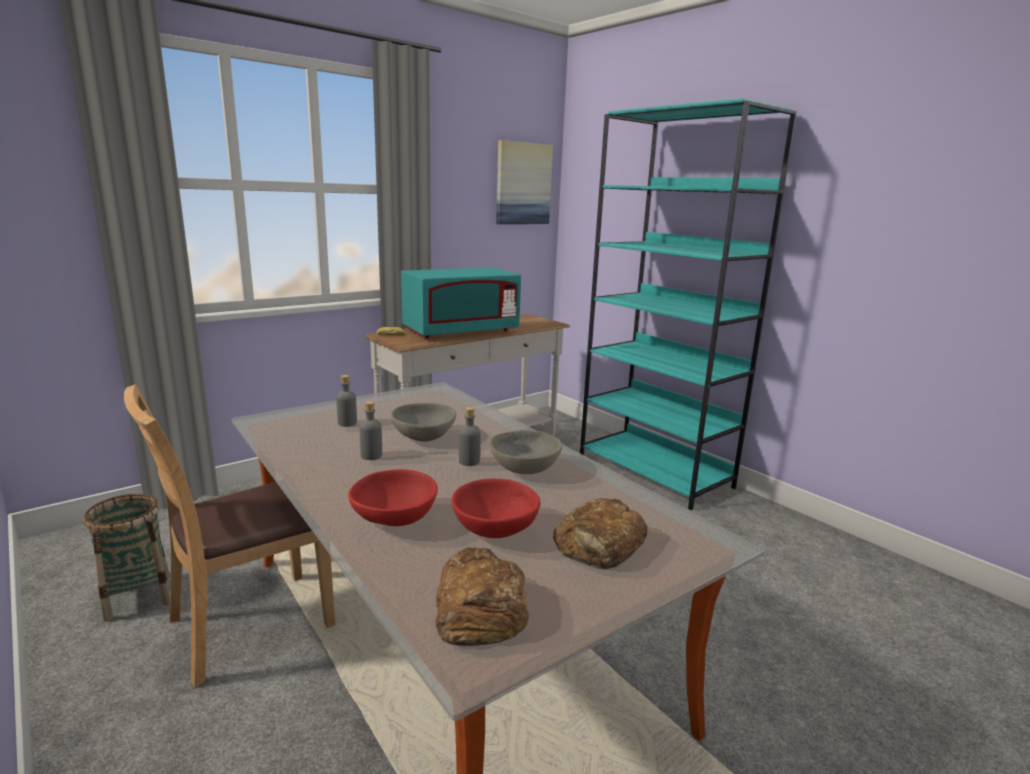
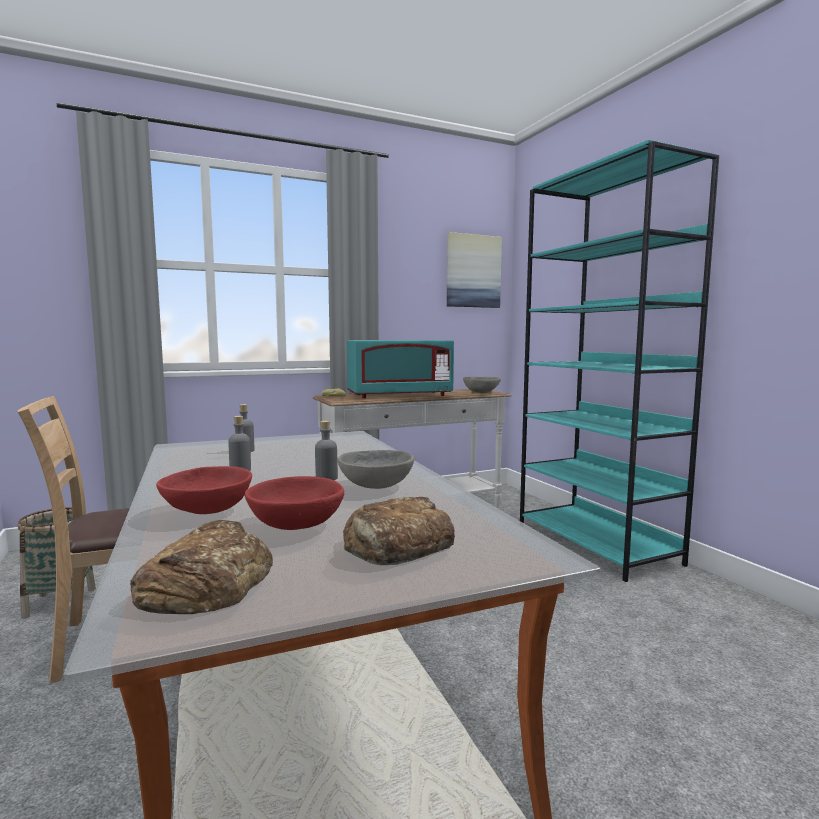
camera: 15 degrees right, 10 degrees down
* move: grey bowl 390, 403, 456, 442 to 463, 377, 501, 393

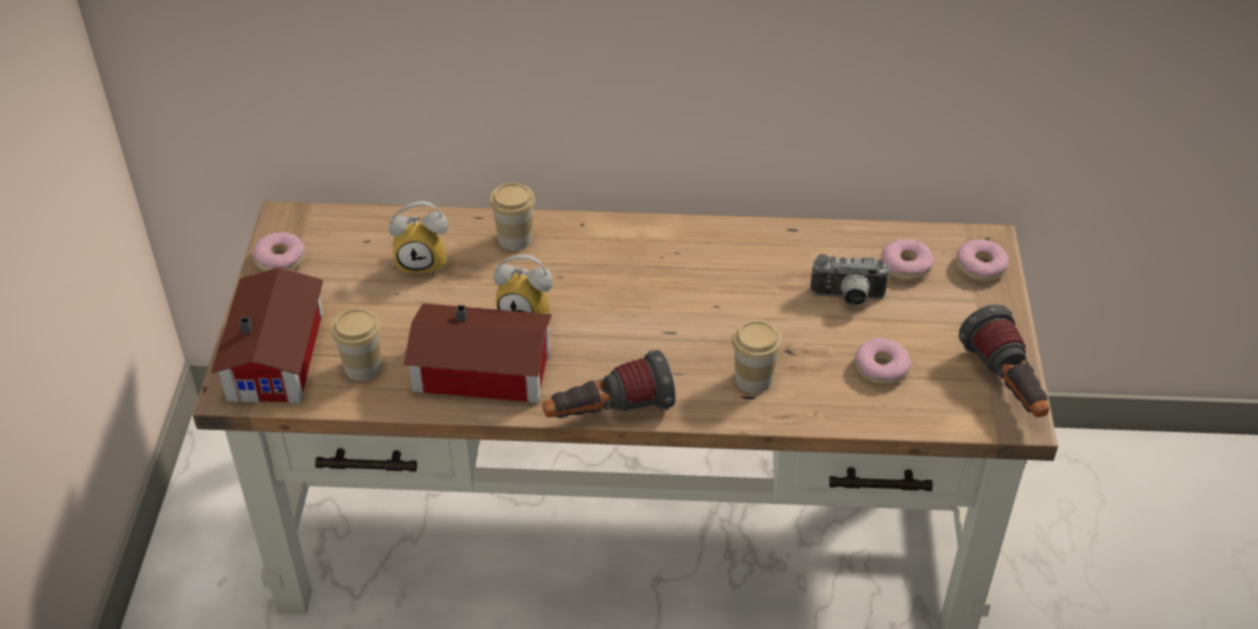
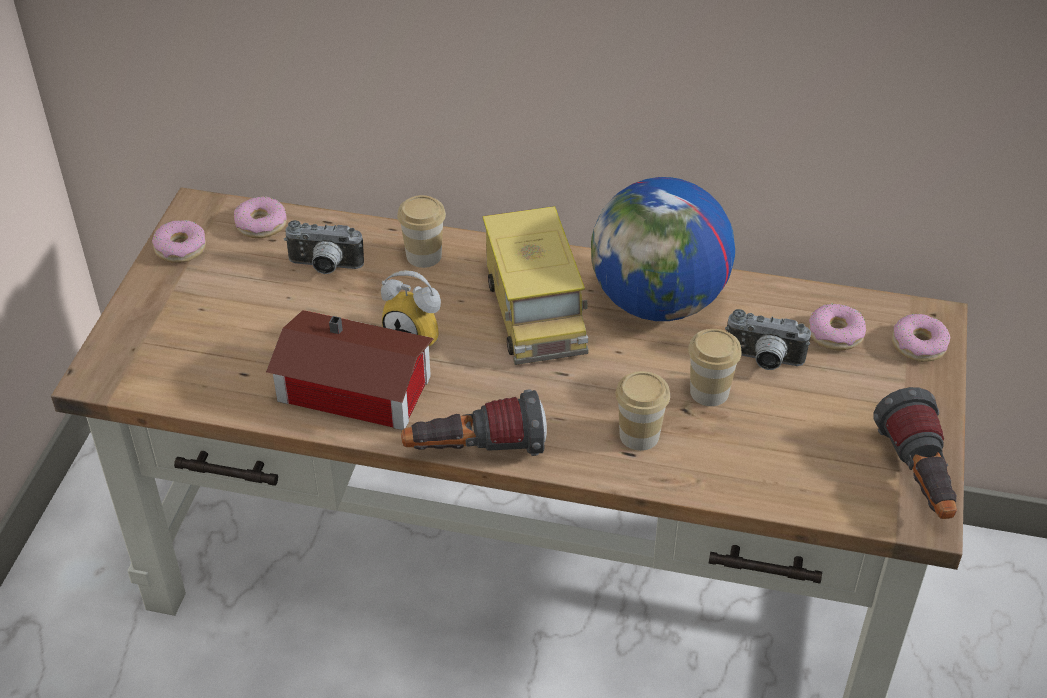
camera: 10 degrees right, 0 degrees up
* delete: toy house 211, 267, 323, 403
* insert: toy truck 482, 206, 588, 365
* insert: globe 591, 177, 735, 321
* move: cup 331, 308, 381, 381 to 688, 329, 742, 406
* move: donut 855, 338, 911, 385 to 234, 196, 287, 238
* replace: alarm clock 389, 201, 448, 275 to photo camera 284, 220, 364, 274

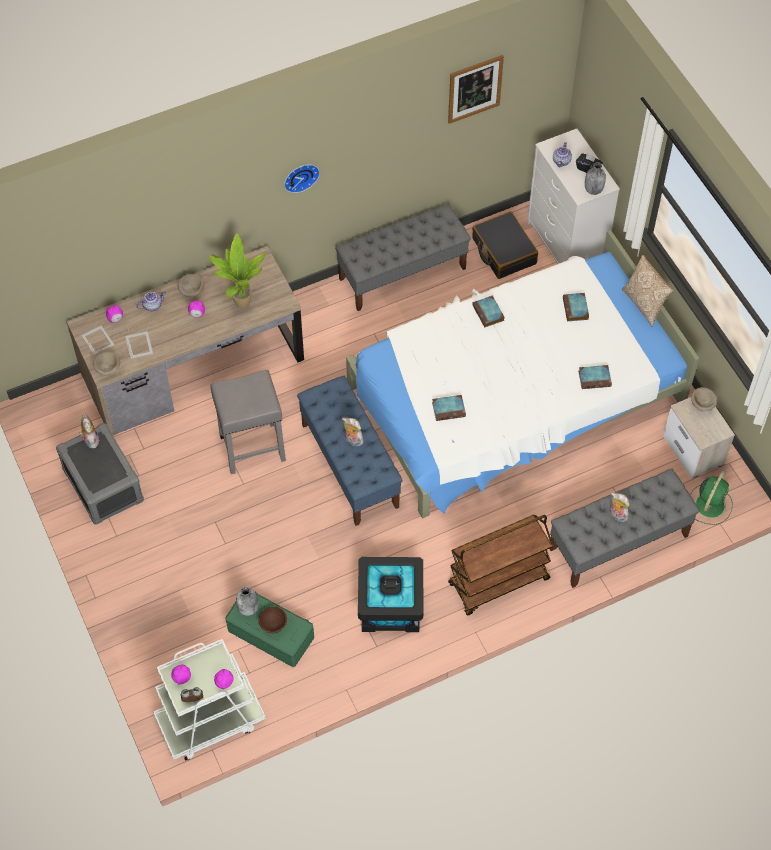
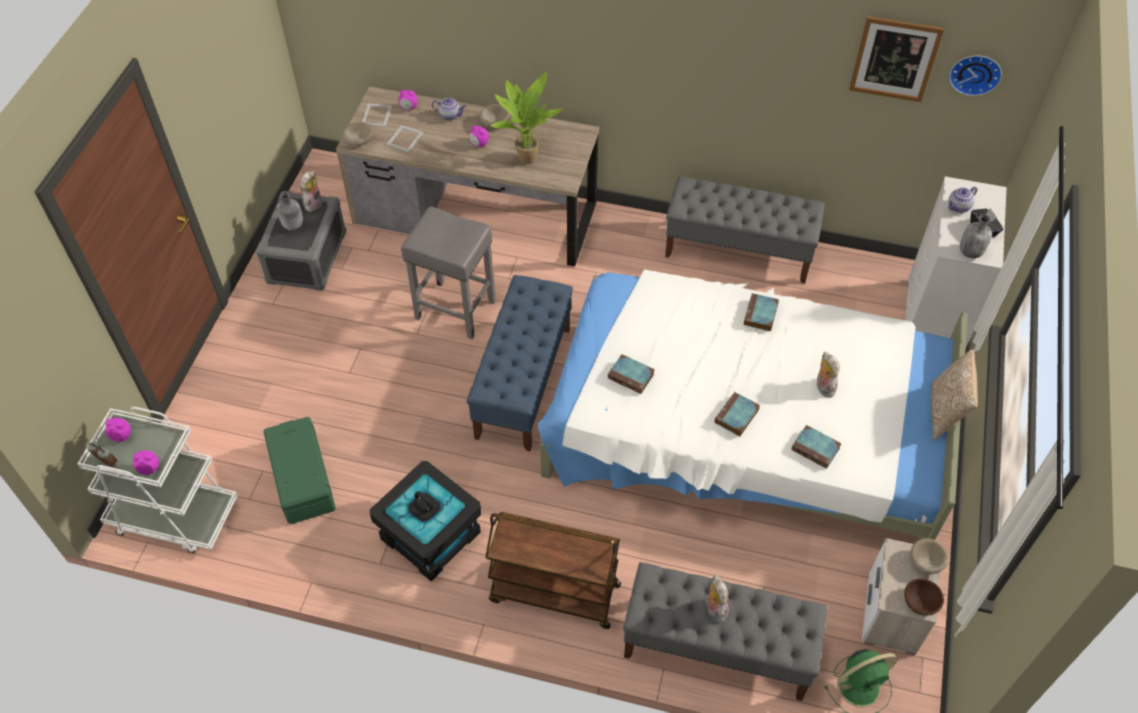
camera: 40 degrees right, 5 degrees down
* delete: black suitcase 472, 211, 538, 279
* move: grey bottle 236, 587, 258, 616 to 277, 192, 303, 230
* move: brown bowl 258, 607, 287, 633 to 904, 579, 944, 615
* move: wall clock 284, 164, 320, 193 to 949, 56, 1002, 96
* move: plush toy 342, 417, 364, 446 to 816, 352, 839, 397
* move: book 563, 293, 589, 321 to 715, 392, 760, 436

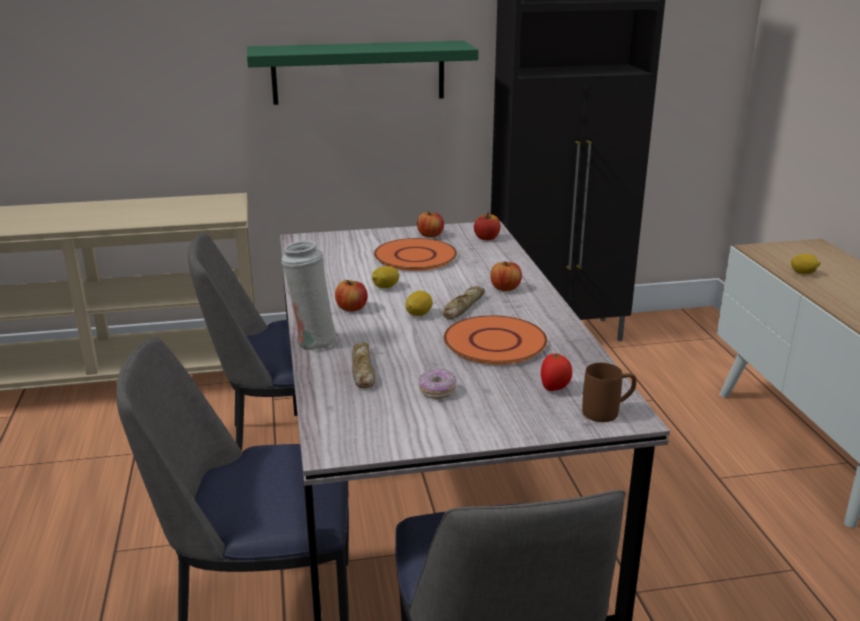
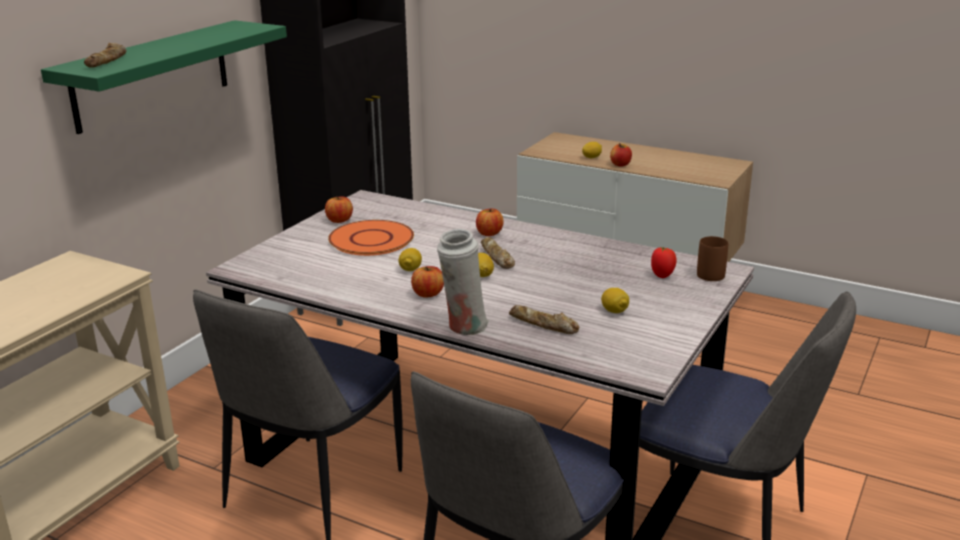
camera: 50 degrees left, 0 degrees up
* delete: orange plate 444, 315, 547, 365
* insert: bread 84, 43, 126, 68
* move: apple 474, 212, 500, 240 to 610, 143, 632, 167
* replace: donut 419, 369, 457, 399 to lemon 601, 288, 629, 313

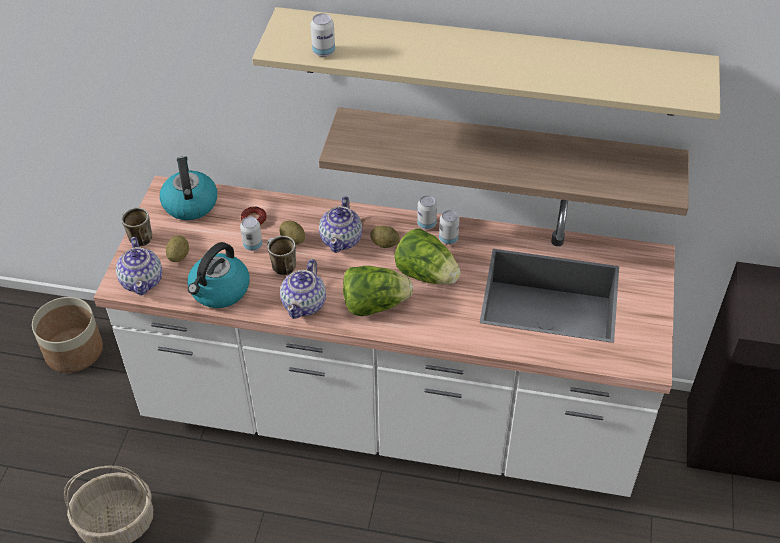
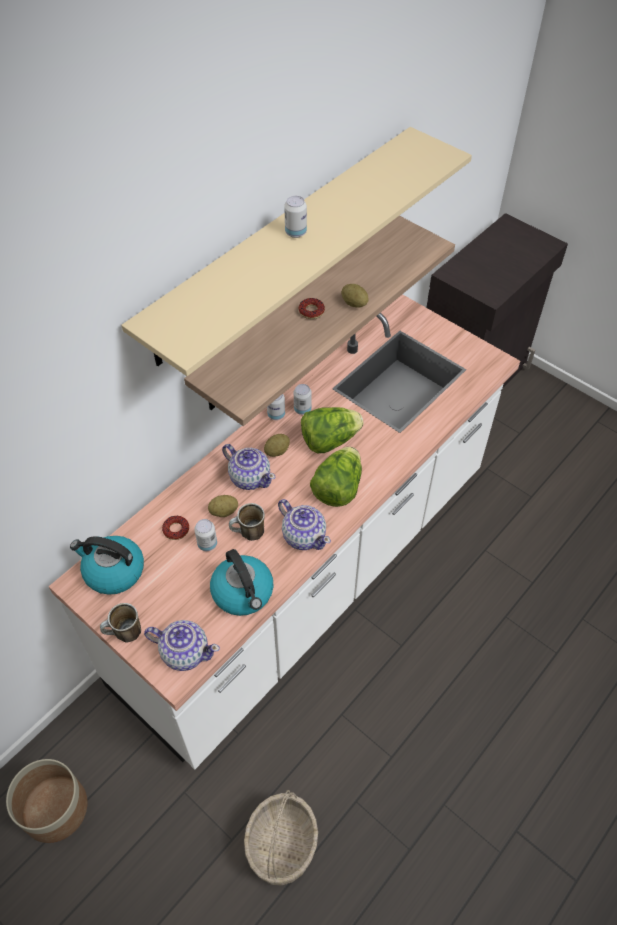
camera: 60 degrees left, 5 degrees up
* insert: donut 298, 298, 325, 319
* move: potato 166, 235, 189, 262 to 341, 284, 369, 308
* move: can 311, 13, 335, 57 to 284, 196, 307, 238

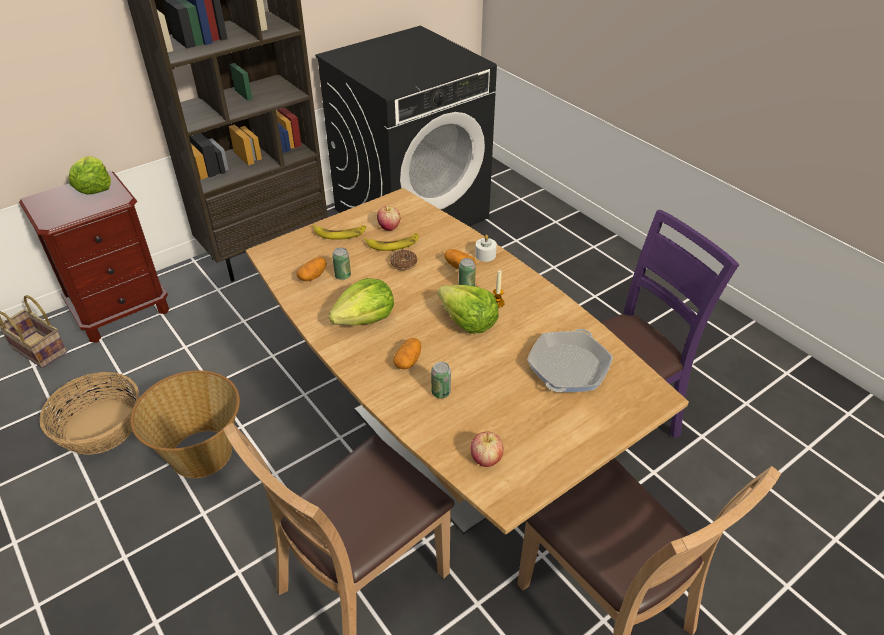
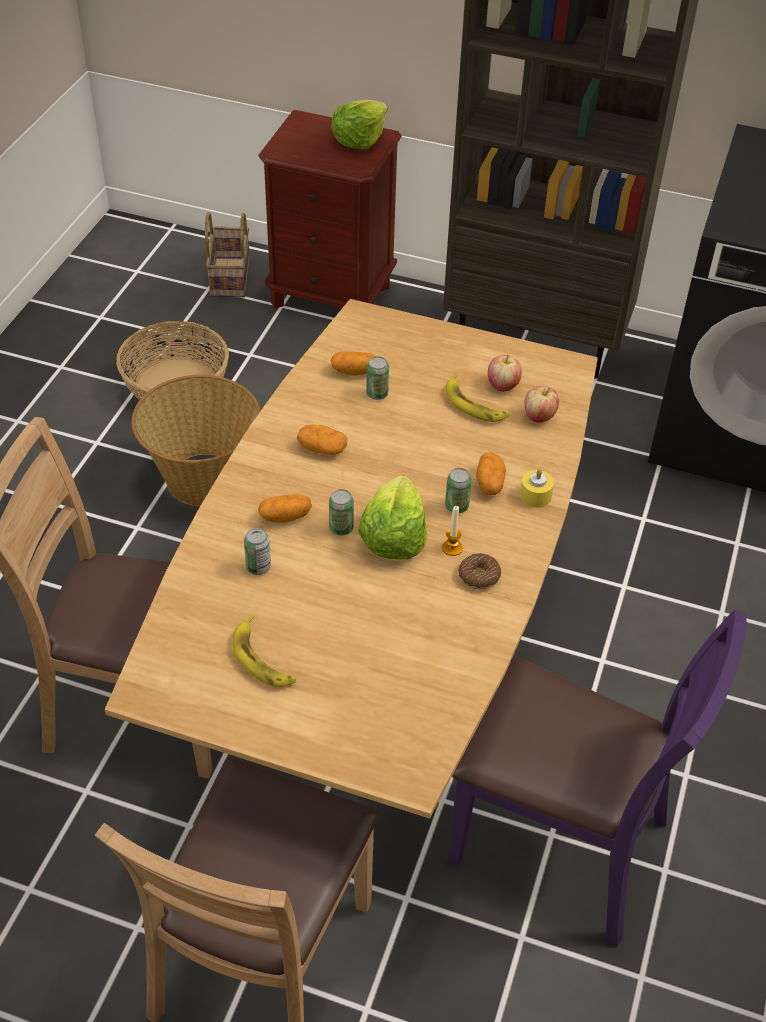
camera: 55 degrees right, 5 degrees up
* delete: frying pan 527, 329, 613, 392
* insert: can 329, 489, 354, 535
* move: banana 313, 224, 366, 240 to 233, 615, 296, 687
* move: donut 390, 250, 417, 270 to 458, 553, 501, 589
* move: apple 470, 432, 504, 467 to 524, 386, 559, 423
* replace: lettuce 328, 278, 394, 326 to potato 297, 424, 348, 455
* recolor: white candle 475, 234, 497, 262 to yellow candle 520, 469, 554, 508

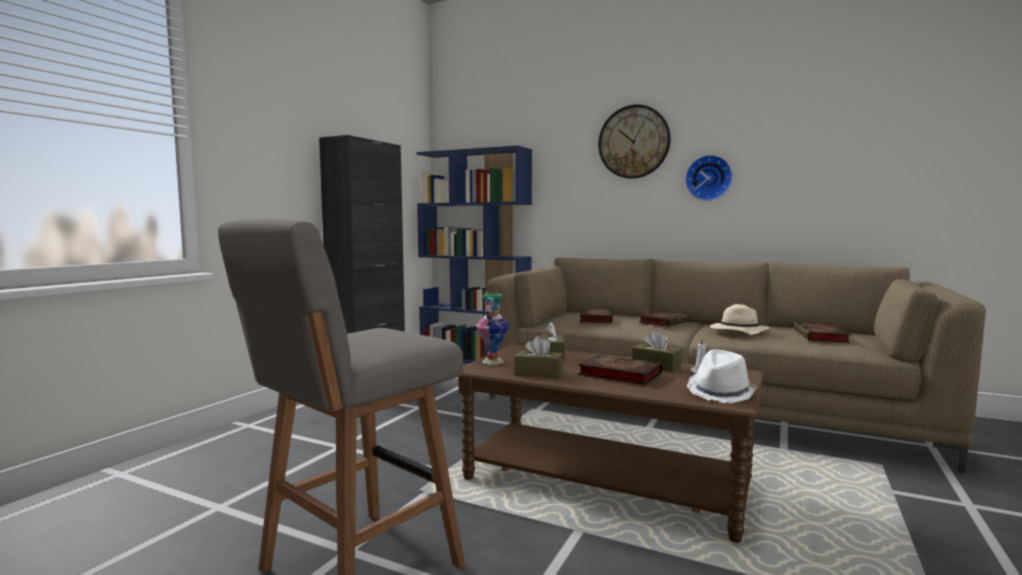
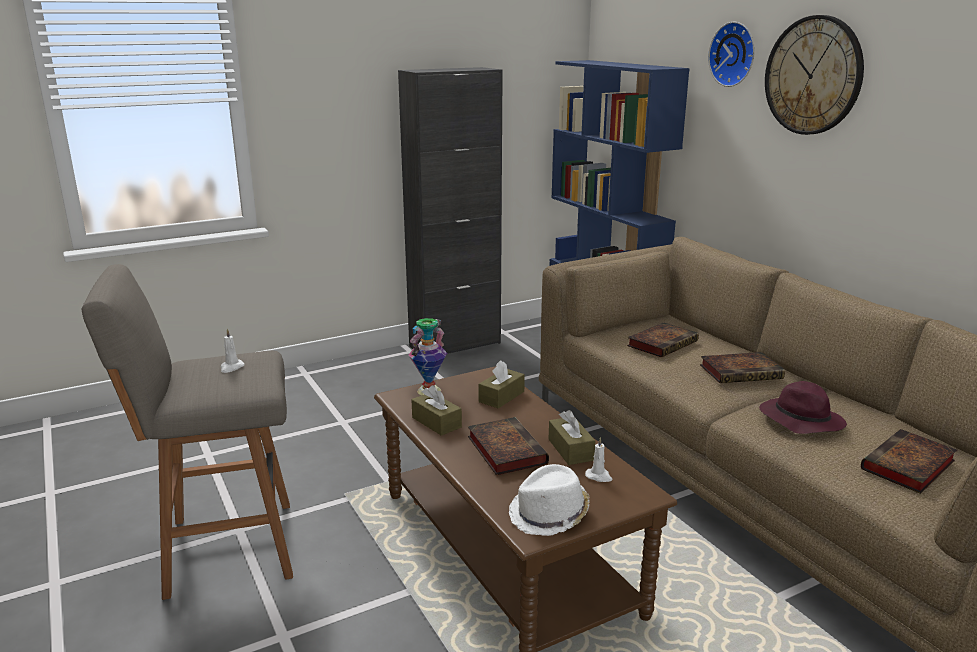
camera: 35 degrees right, 15 degrees up
* insert: white candle 221, 329, 245, 373
* move: wall clock 685, 155, 733, 201 to 708, 22, 755, 87
* recolor: beige hat 710, 304, 770, 335 to purple hat 759, 381, 847, 434

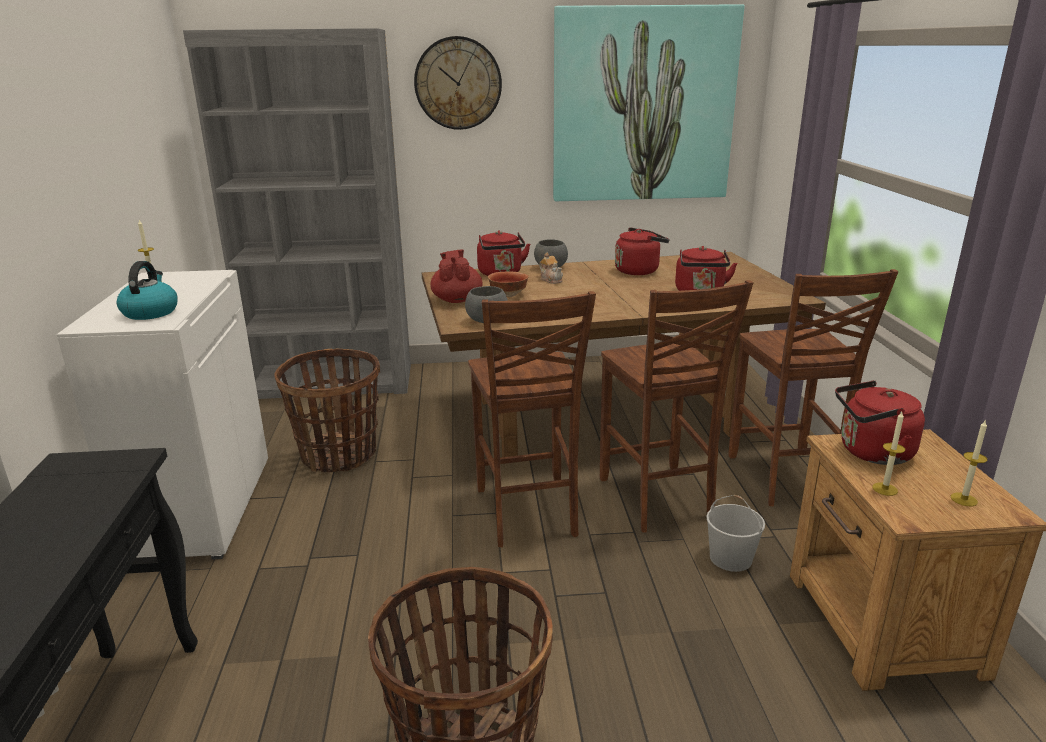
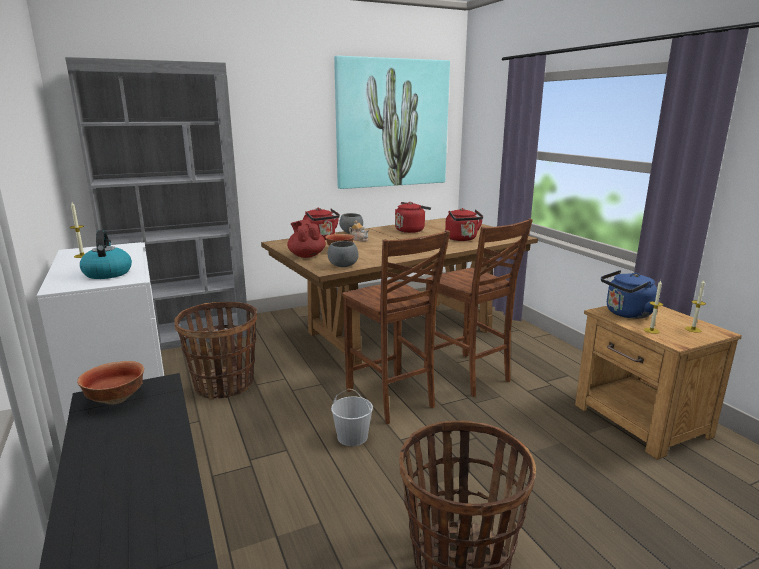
camera: 20 degrees left, 5 degrees down
* delete: wall clock 414, 36, 502, 130
* delete: brown chair 728, 269, 898, 507
* insert: bowl 77, 361, 144, 405
* move: white bucket 706, 495, 765, 572 to 331, 389, 373, 446
* recolor: red kettle 835, 381, 925, 465 to blue kettle 601, 270, 657, 319

